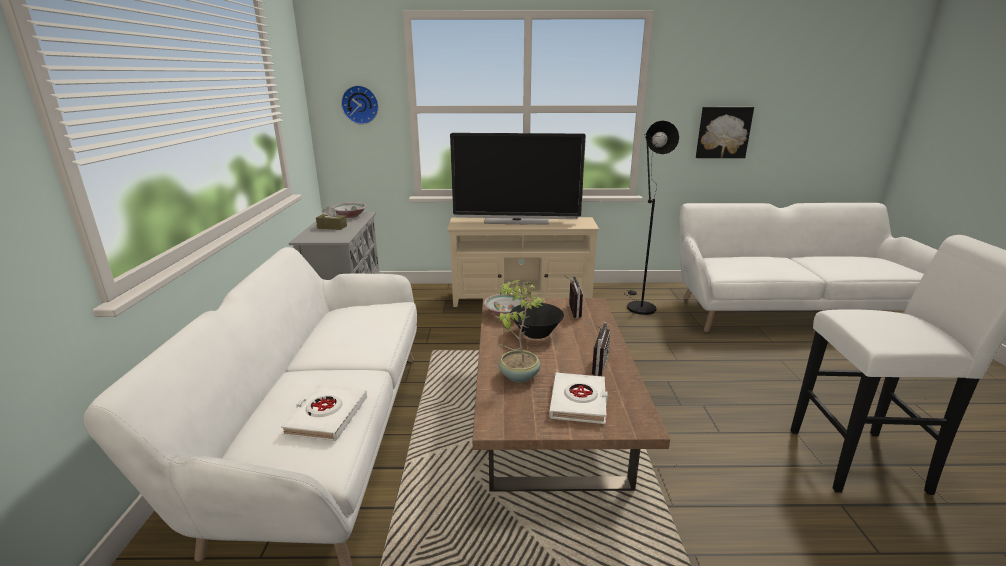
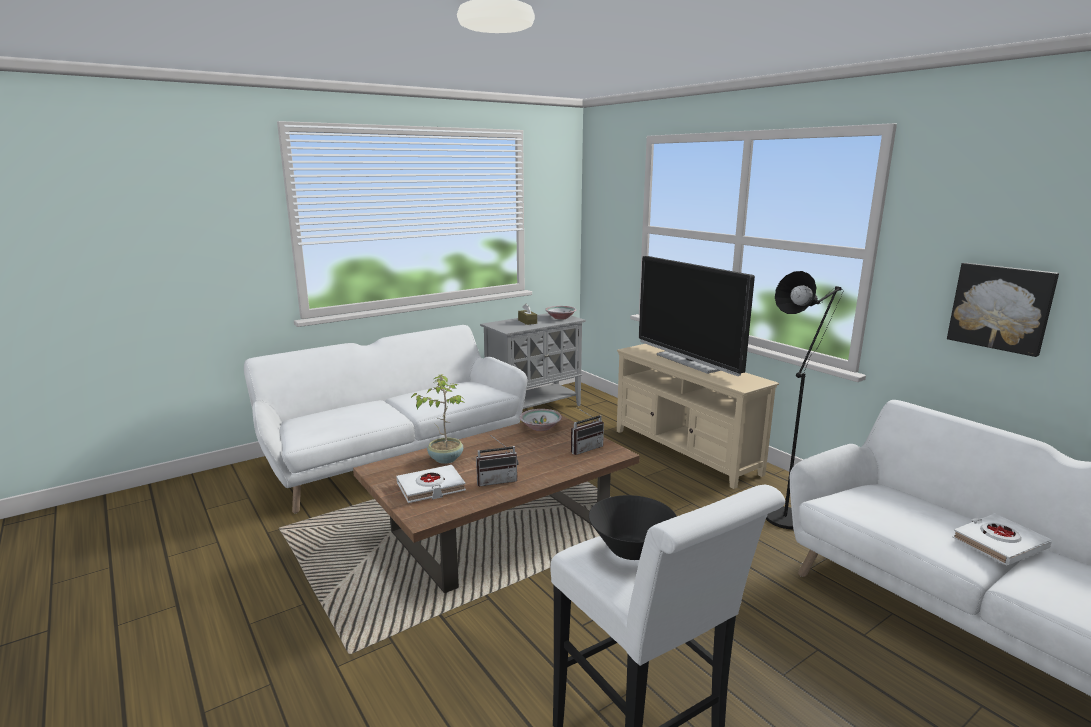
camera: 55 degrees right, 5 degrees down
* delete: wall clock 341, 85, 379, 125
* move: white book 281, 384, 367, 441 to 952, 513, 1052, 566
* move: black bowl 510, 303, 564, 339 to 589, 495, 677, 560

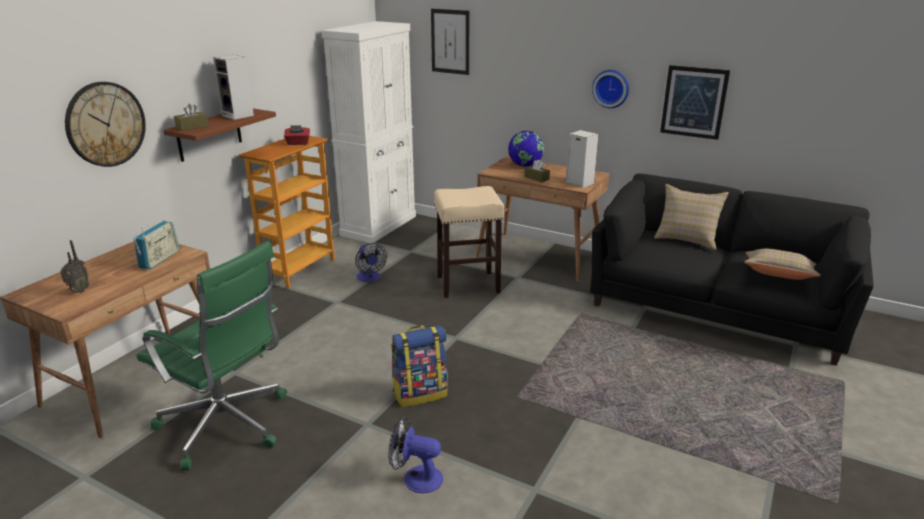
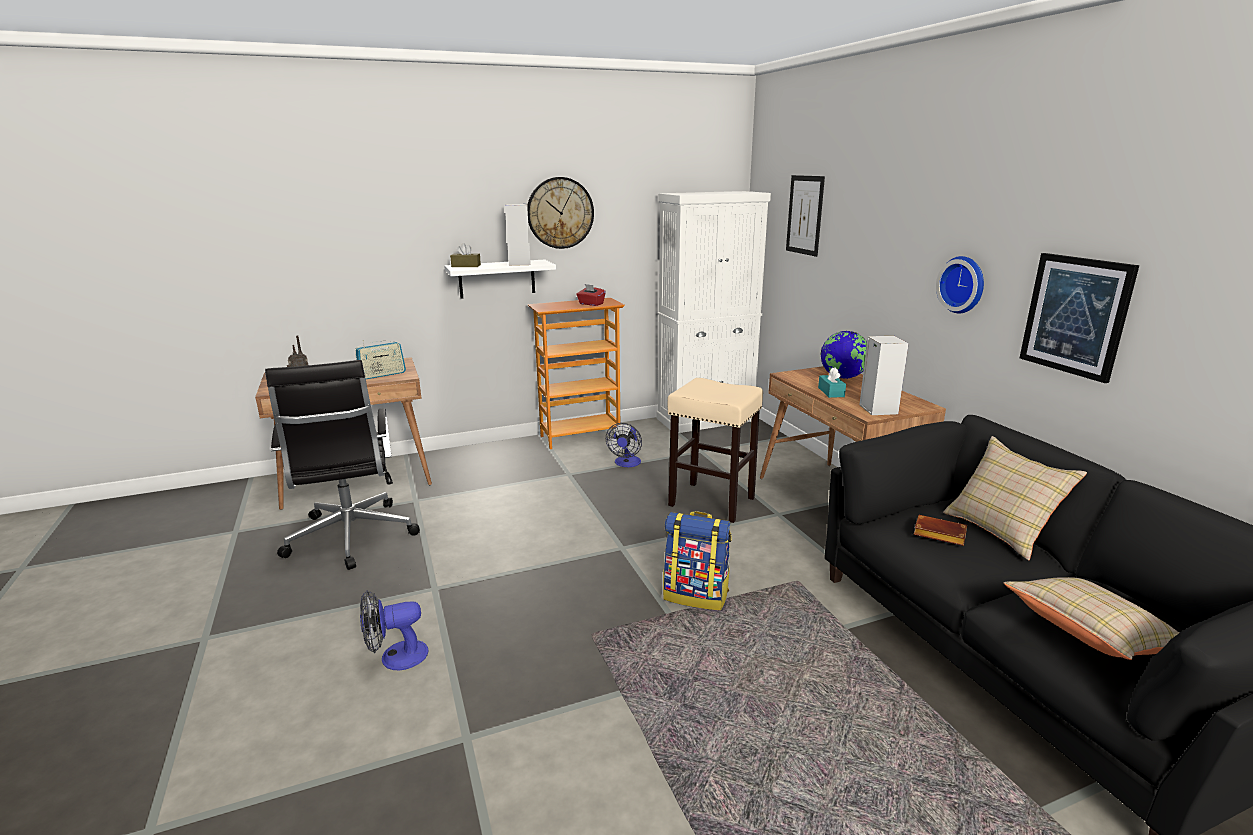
camera: 40 degrees right, 5 degrees down
* insert: brown book 914, 515, 967, 546
* move: wall clock 65, 82, 146, 167 to 527, 177, 594, 249
* move: backpack 391, 325, 448, 407 to 663, 511, 732, 610
* recolor: green office chair 136, 241, 287, 471 to black office chair 265, 360, 420, 570
* recolor: brown shelf 163, 109, 276, 162 to white shelf 444, 259, 556, 299
* recolor: brown tissue box 525, 159, 550, 182 to turquoise tissue box 818, 367, 846, 398
* rotate: fan 389, 416, 443, 493 = 360, 590, 428, 670 75 degrees counterclockwise

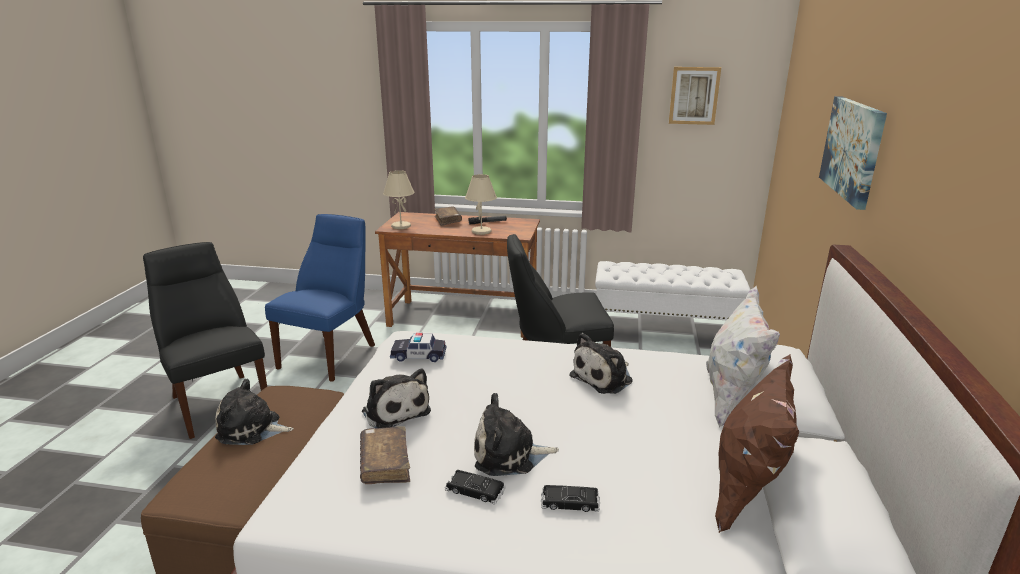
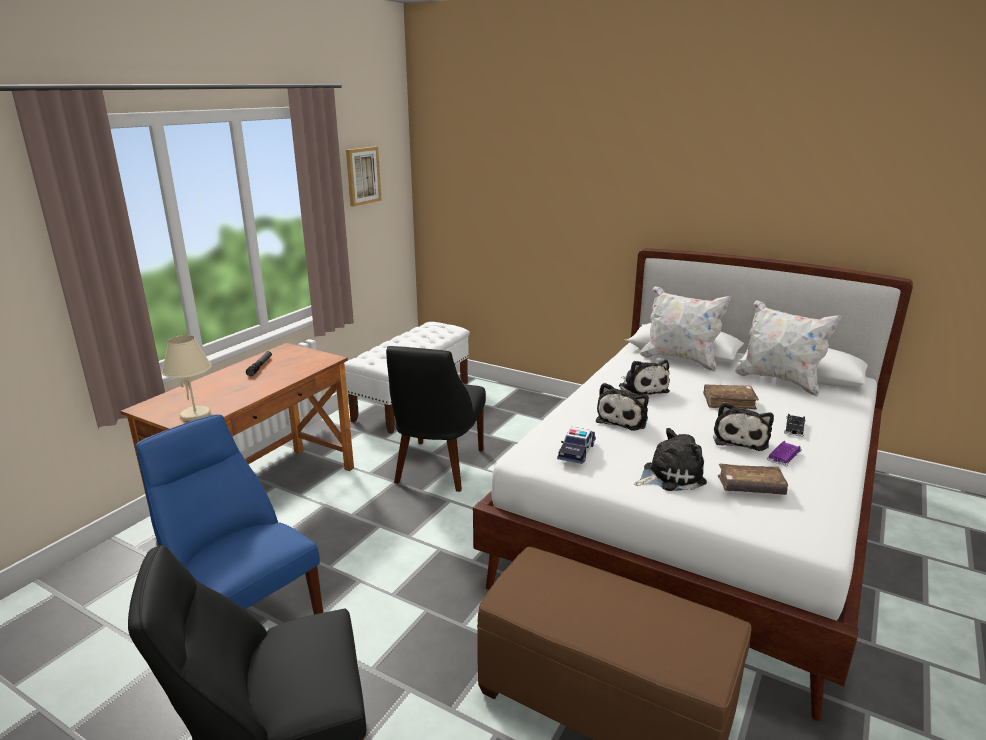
camera: 70 degrees left, 0 degrees up
* delete: beige table lamp 465, 174, 497, 235
* delete: picture 819, 96, 887, 210
* move: plush toy 215, 379, 294, 445 to 596, 383, 649, 431
* move: brown book 434, 207, 462, 226 to 703, 384, 759, 409
* recolor: black toy car 445, 470, 506, 504 to purple toy car 767, 441, 801, 466
* recolor: brown pillow 715, 354, 799, 533 to white pillow 735, 300, 841, 397

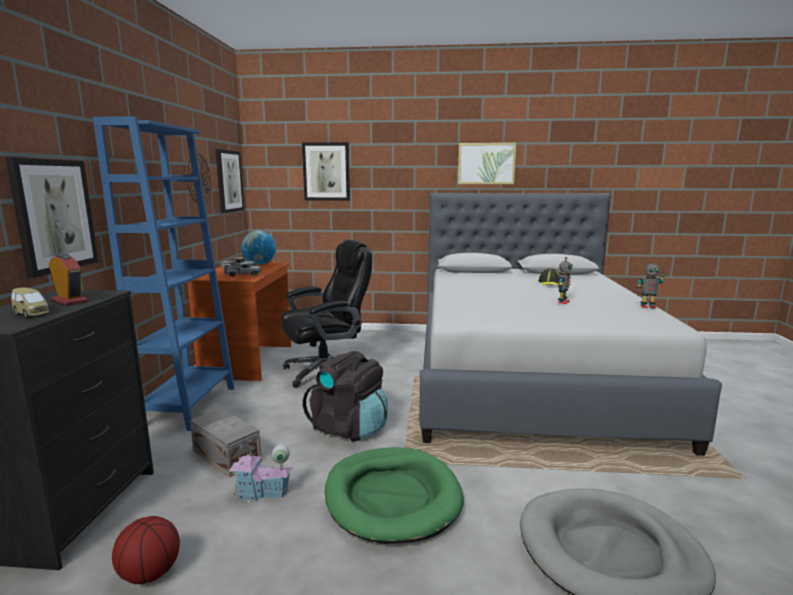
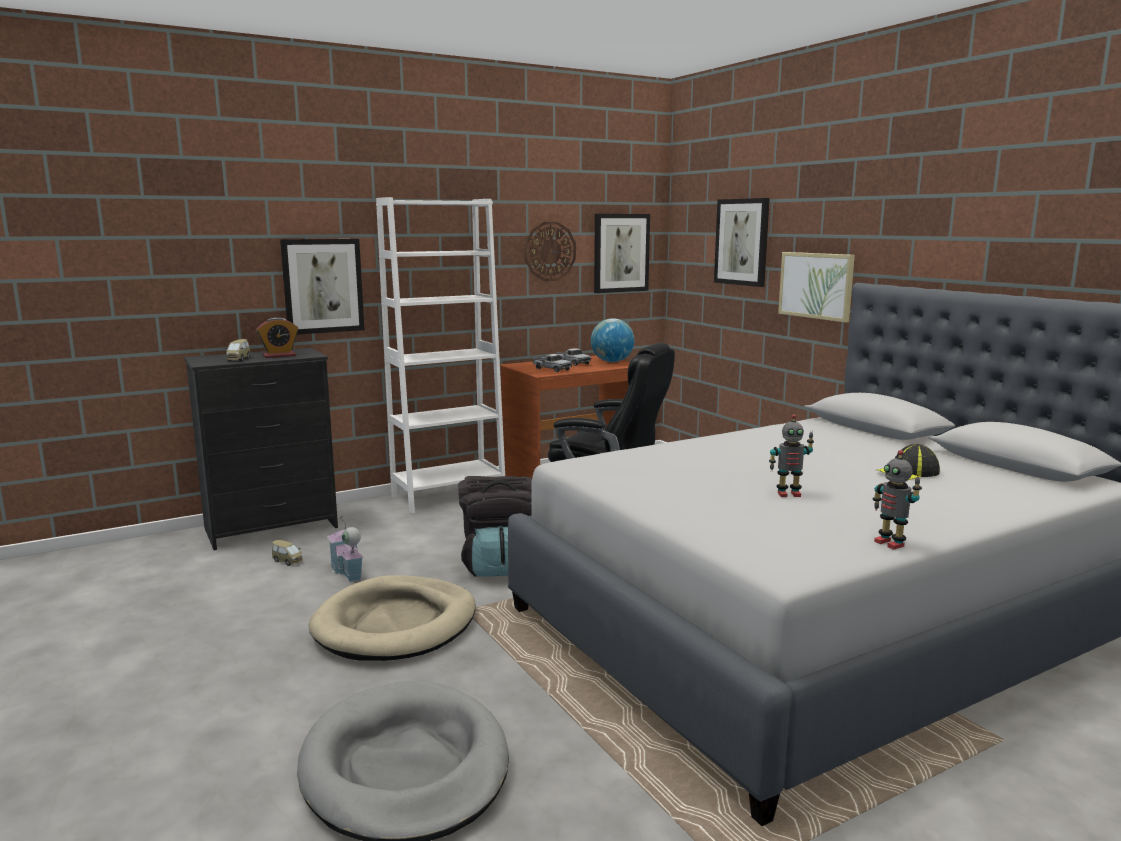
camera: 55 degrees right, 0 degrees up
* delete: basketball 112, 516, 180, 584
* delete: grey storage box 190, 408, 262, 477
* insert: toy car 272, 540, 303, 566
* move: picture 458, 143, 516, 184 to 778, 252, 855, 323
* recolor: blue bookcase 93, 116, 235, 431 to white bookcase 376, 197, 505, 514
* recolor: green dog bed 325, 447, 464, 544 to beige dog bed 309, 575, 476, 661
* rotate: alarm clock 49, 254, 89, 305 = 256, 317, 298, 358 60 degrees clockwise

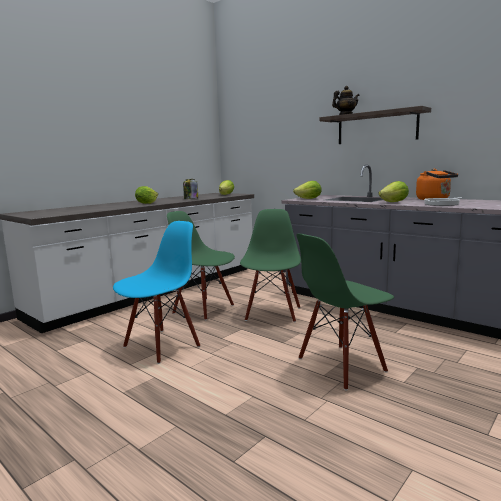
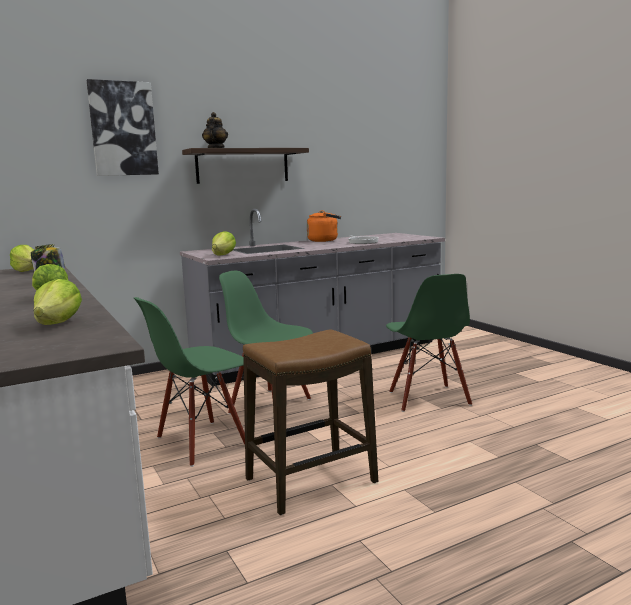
camera: 70 degrees left, 0 degrees up
* insert: picture 87, 79, 159, 176
* move: lettuce 378, 181, 409, 202 to 34, 279, 82, 325
* replace: blue chair 113, 221, 200, 364 to stool 243, 329, 378, 515

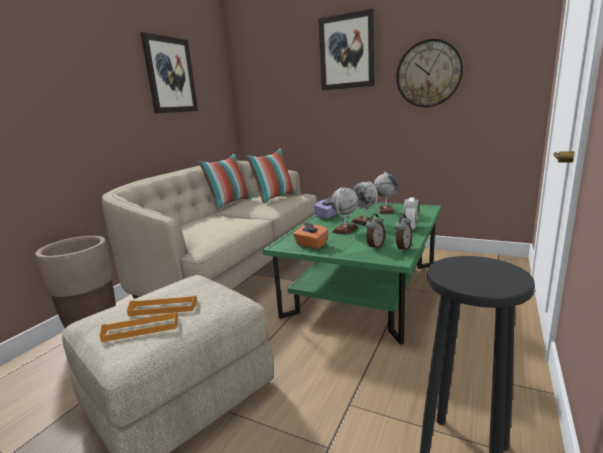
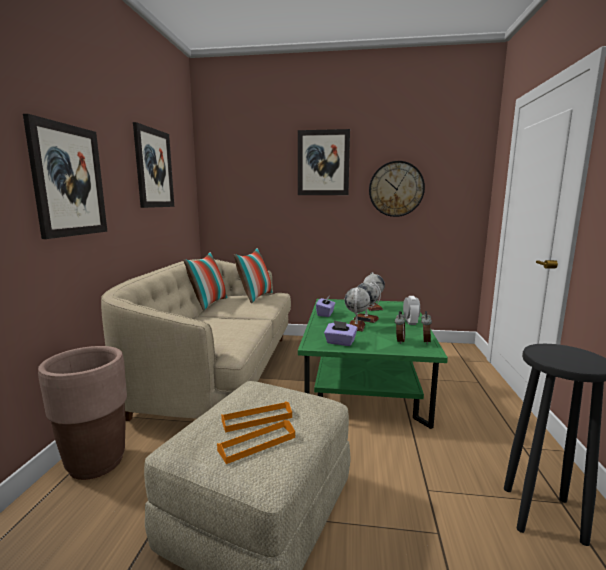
camera: 20 degrees left, 5 degrees down
* insert: picture 23, 114, 107, 239
* recolor: orange tissue box 293, 222, 328, 249 to purple tissue box 324, 321, 358, 346

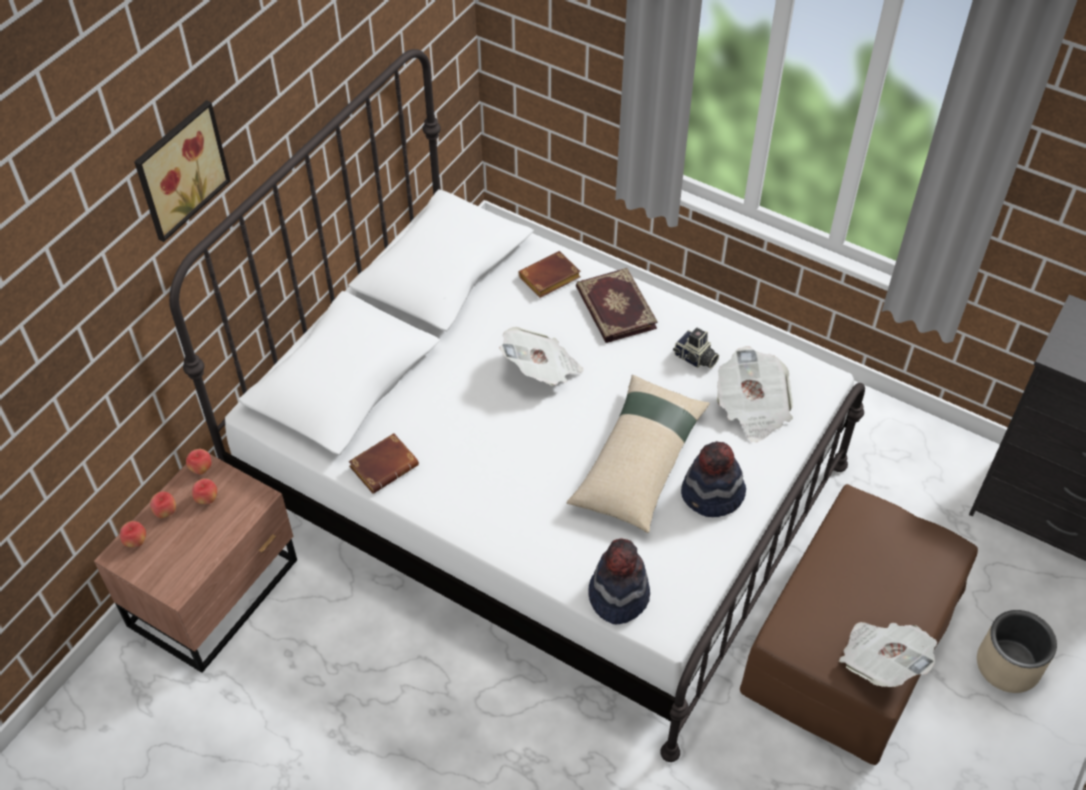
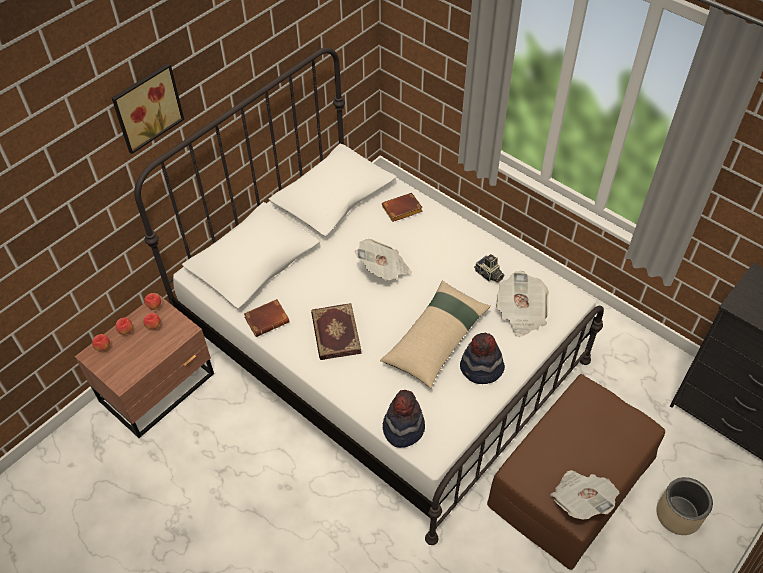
camera: 10 degrees right, 0 degrees up
* move: book 576, 268, 658, 343 to 311, 303, 361, 360

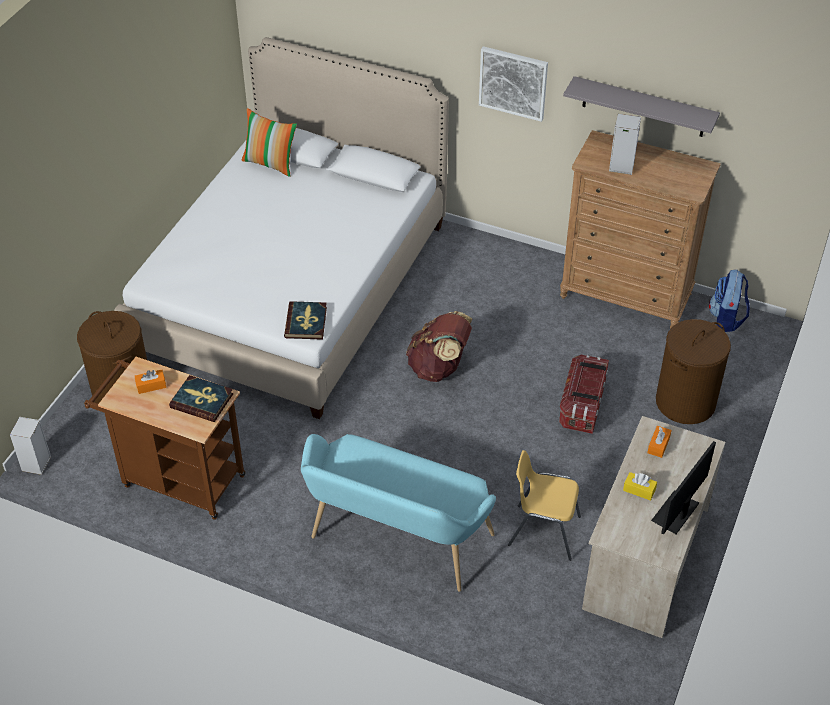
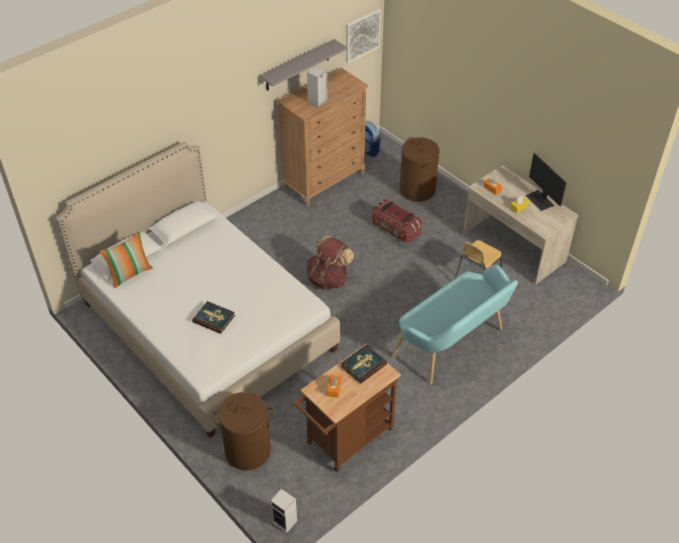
camera: 65 degrees left, 0 degrees up
* move: book 284, 301, 327, 340 to 192, 301, 235, 334
* move: picture 479, 46, 548, 122 to 346, 9, 381, 63

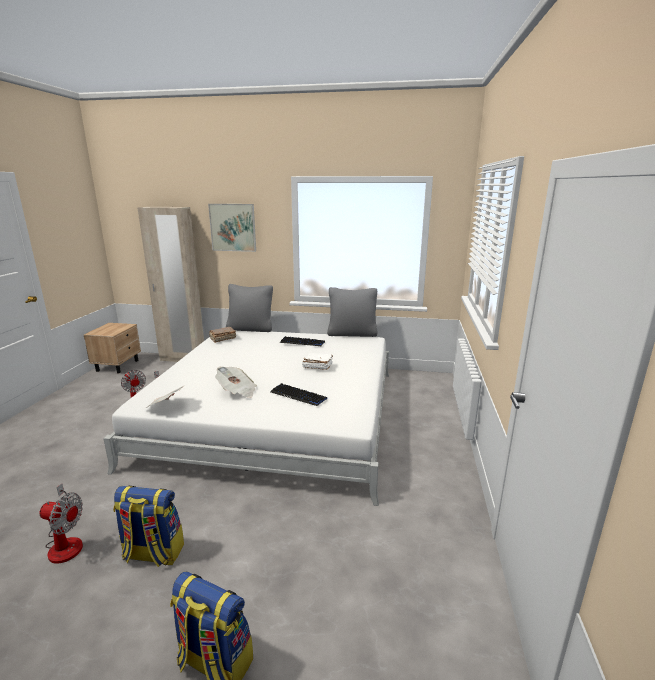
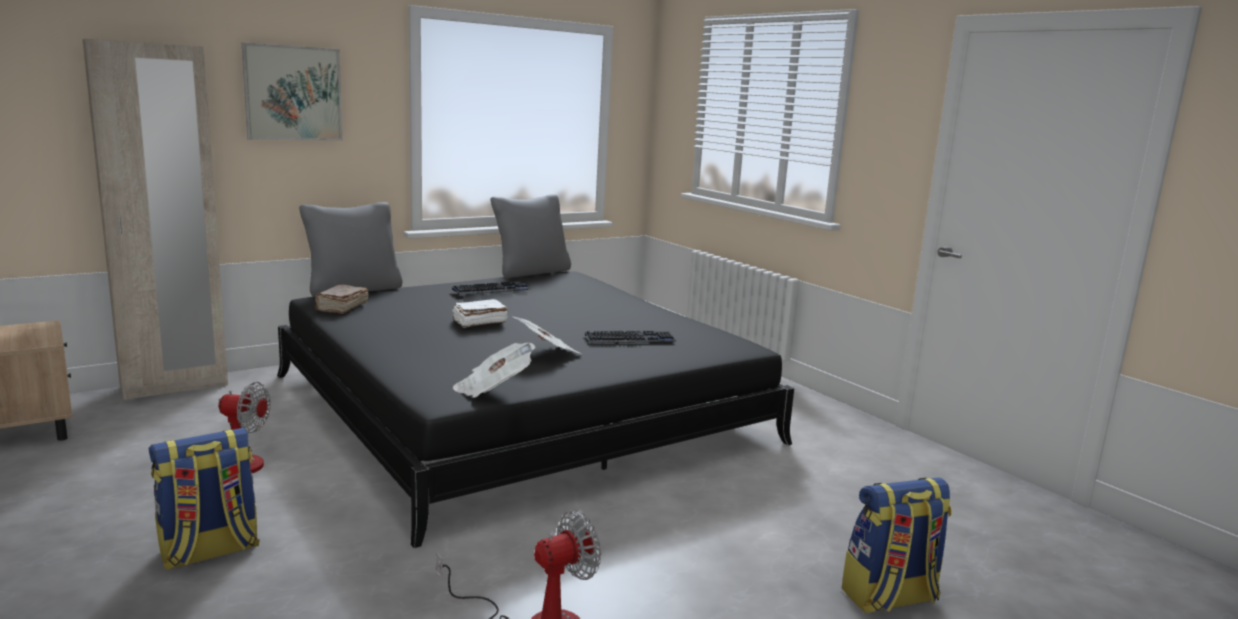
camera: 45 degrees left, 5 degrees down
* move: backpack 113, 486, 184, 567 to 149, 428, 260, 571
* move: white book 302, 353, 333, 370 to 453, 299, 508, 328
* recolor: white bed 103, 331, 389, 506 to black bed 277, 271, 794, 549

